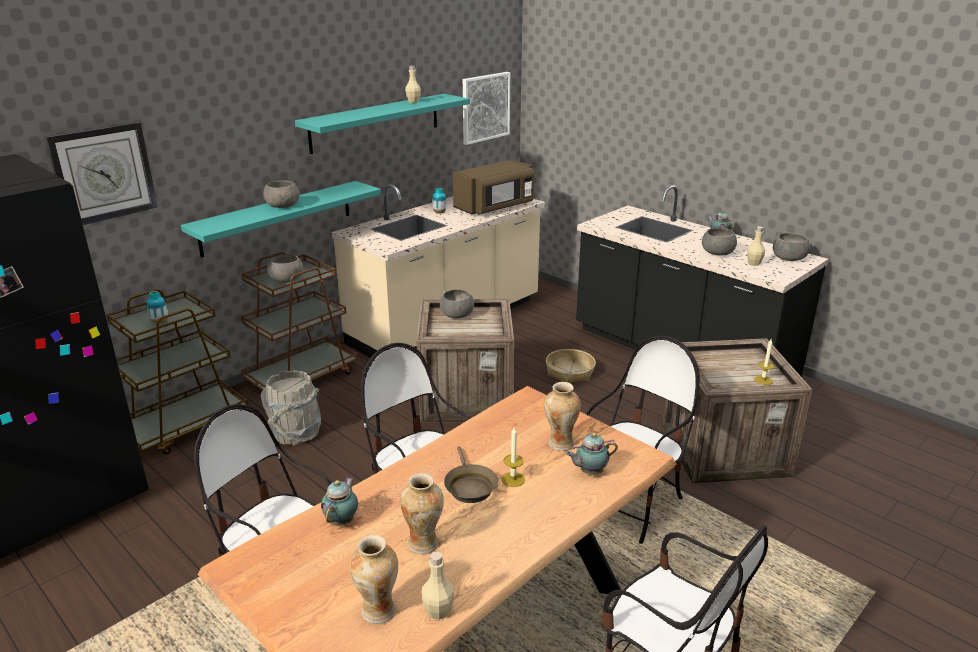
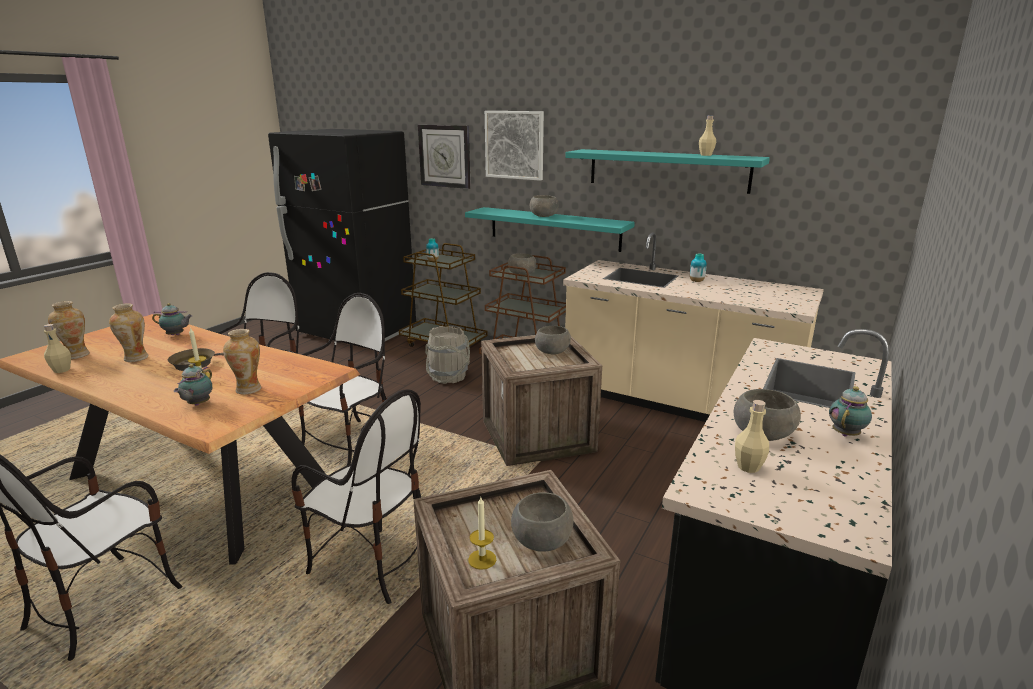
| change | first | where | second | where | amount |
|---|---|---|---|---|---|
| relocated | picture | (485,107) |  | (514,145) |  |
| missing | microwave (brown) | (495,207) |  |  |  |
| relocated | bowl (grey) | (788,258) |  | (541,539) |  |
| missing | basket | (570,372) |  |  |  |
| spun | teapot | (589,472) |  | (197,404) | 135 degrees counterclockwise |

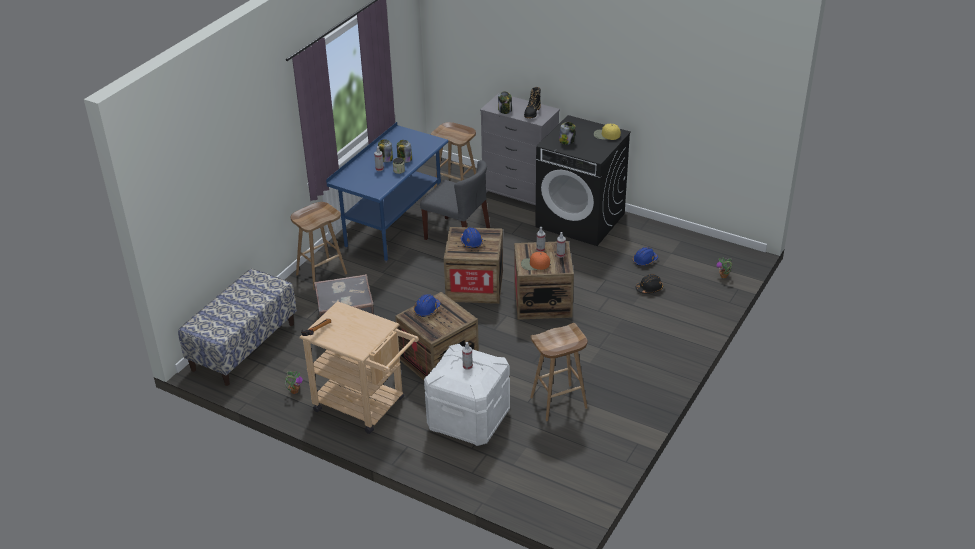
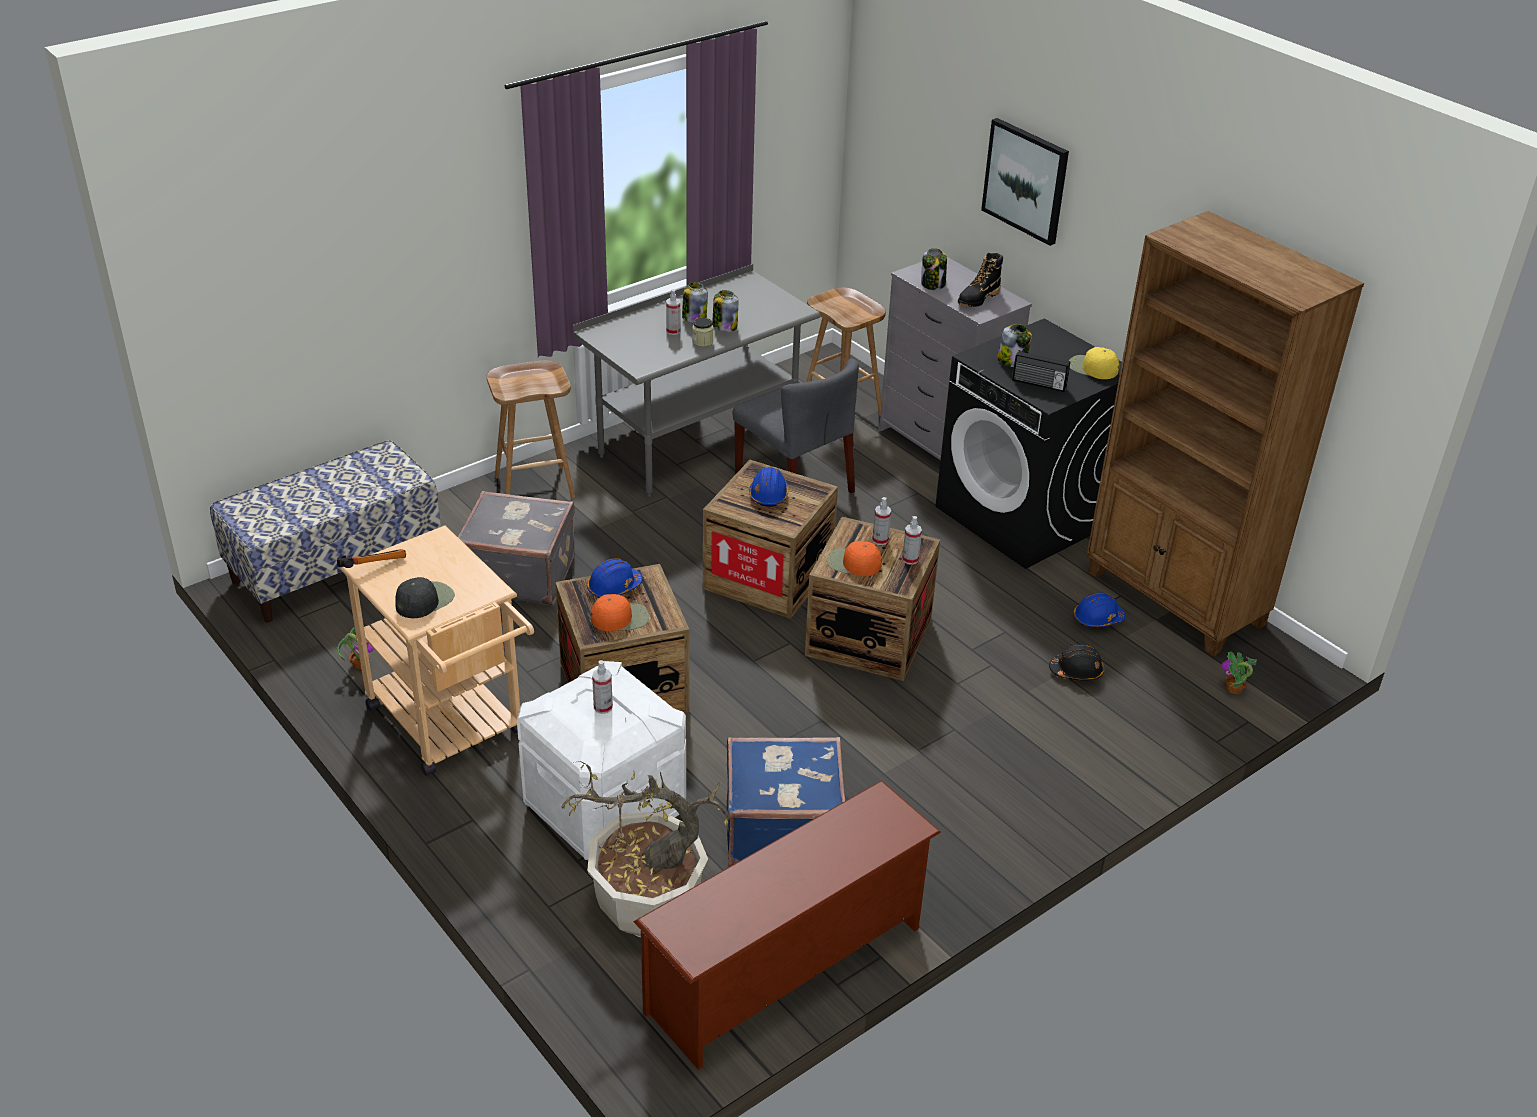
| change | first | where | second | where | amount |
|---|---|---|---|---|---|
| colour | desk (blue) | (394,228) | desk (grey) | (697,446) |  |
| exchanged | stool (brown) | (558,403) | suitcase (blue) | (781,829) |  |
| appeared |  |  | picture | (1026,180) |  |
| appeared |  |  | bookcase (brown) | (1175,600) |  |
| appeared |  |  | radio | (1039,384) |  |
| appeared |  |  | cap (black) | (424,600) |  |
| appeared |  |  | cap (orange) | (620,618) |  |
| appeared |  |  | potted plant | (647,909) |  |
| appeared |  |  | shoe rack (brown) | (787,971) |  |

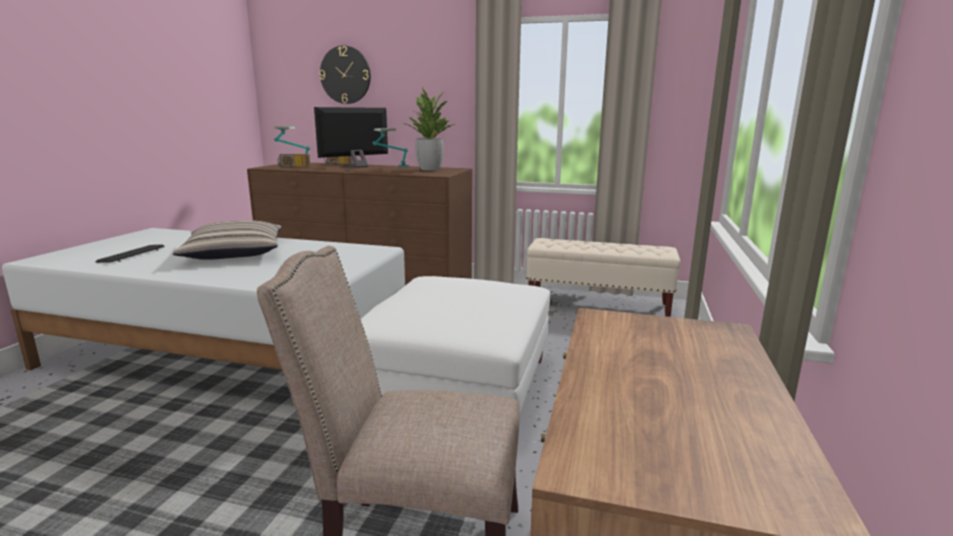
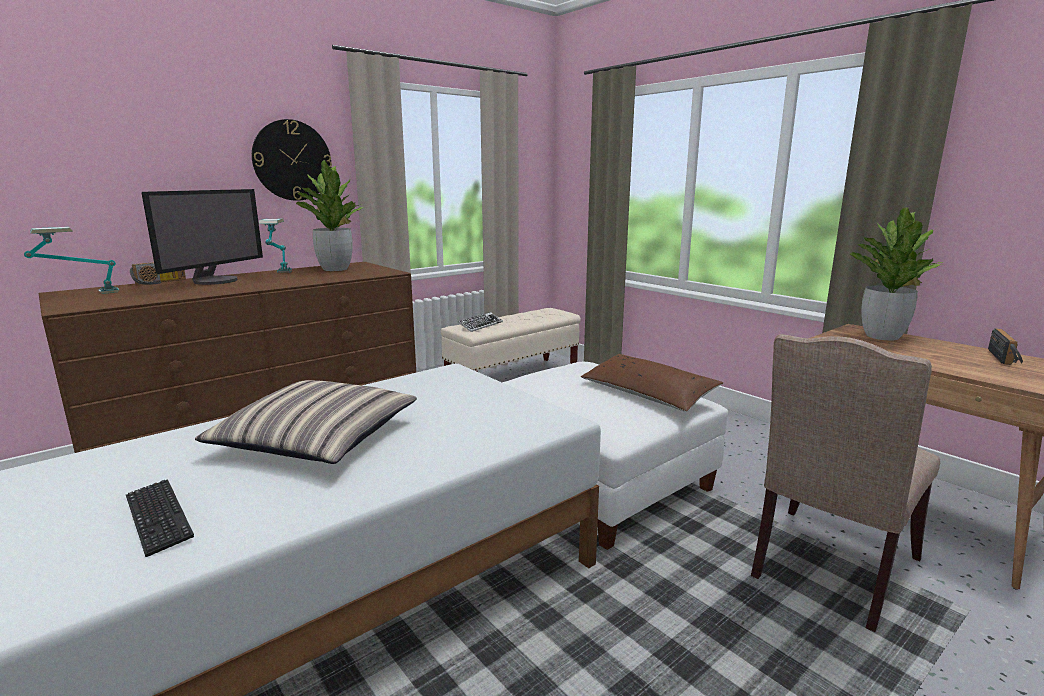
| change | first | where | second | where | amount |
|---|---|---|---|---|---|
| relocated | wall clock | (345,75) |  | (292,160) |  |
| spun | monitor | (355,166) |  | (215,281) | 150 degrees counterclockwise |
| relocated | radio | (294,167) |  | (1006,358) |  |
| appeared |  |  | potted plant | (882,336) |  |
| appeared |  |  | keyboard | (480,325) |  |
| appeared |  |  | pillow (brown) | (647,394) |  |

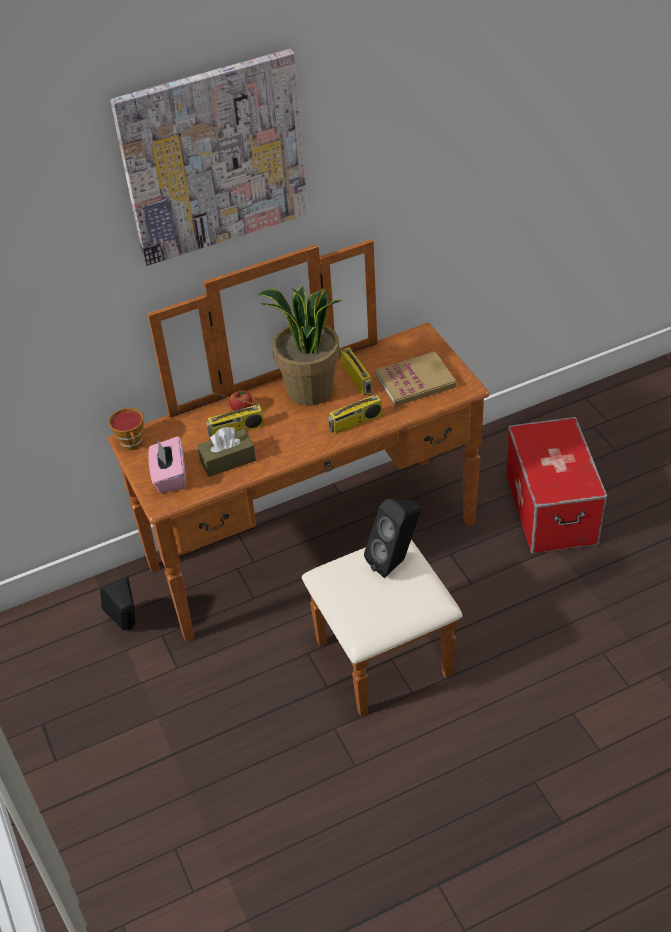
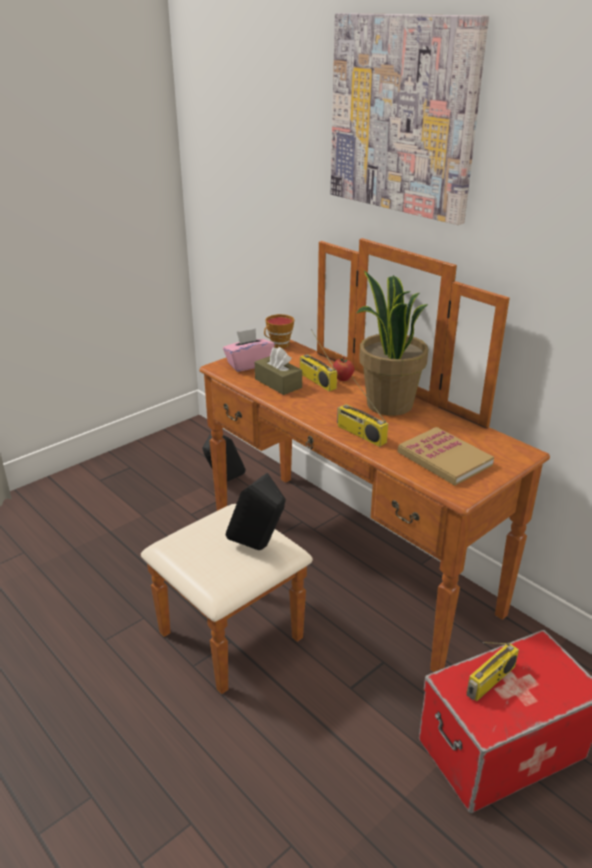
| change | first | where | second | where | amount |
|---|---|---|---|---|---|
| relocated | radio | (357,379) |  | (491,681) |  |

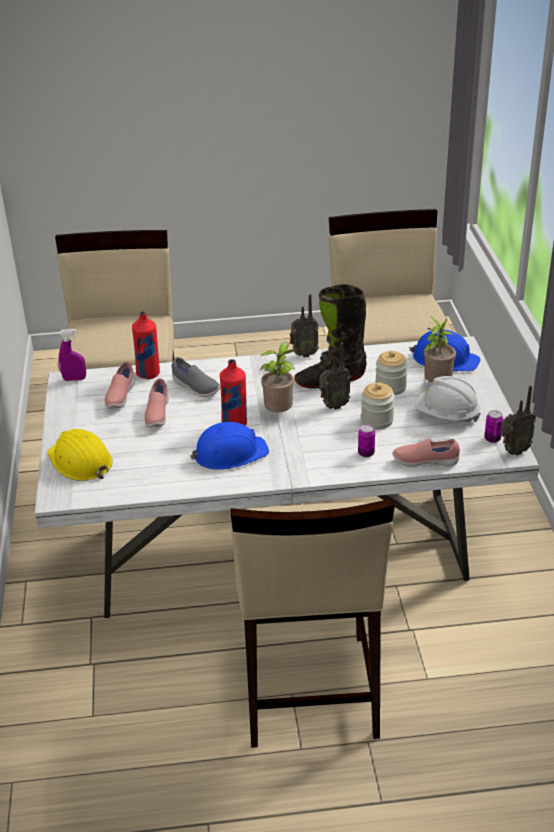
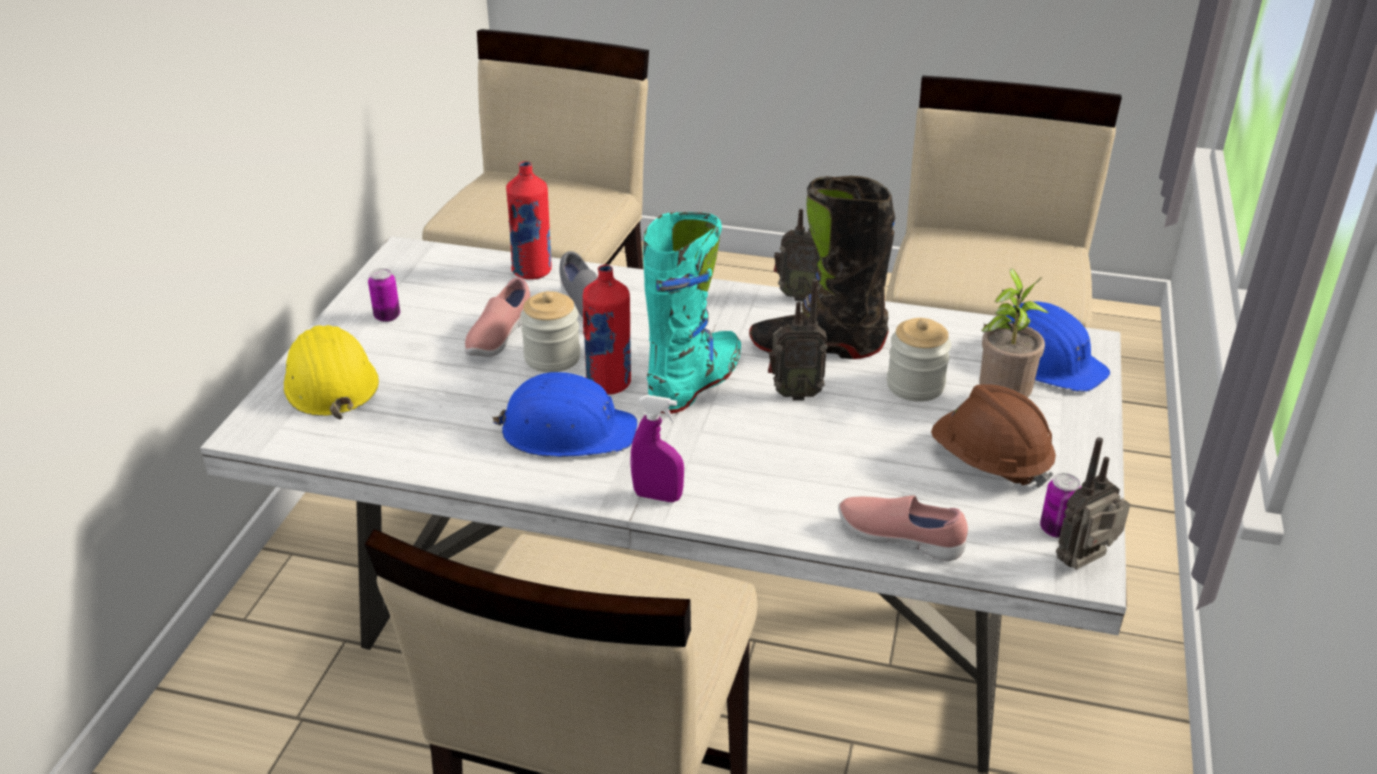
| change | first | where | second | where | amount |
|---|---|---|---|---|---|
| relocated | spray bottle (purple) | (74,379) |  | (657,496) |  |
| exchanged | potted plant | (280,413) | boot (turquoise) | (695,383) |  |
| missing | shoe (pink) | (120,397) |  |  |  |
| colour | hard hat (white) | (446,416) | hard hat (brown) | (989,462) |  |
| relocated | jar | (377,420) |  | (552,358) |  |
| spun | radio | (513,451) |  | (1086,565) | 150 degrees clockwise |
| relocated | can | (366,453) |  | (387,316) |  |

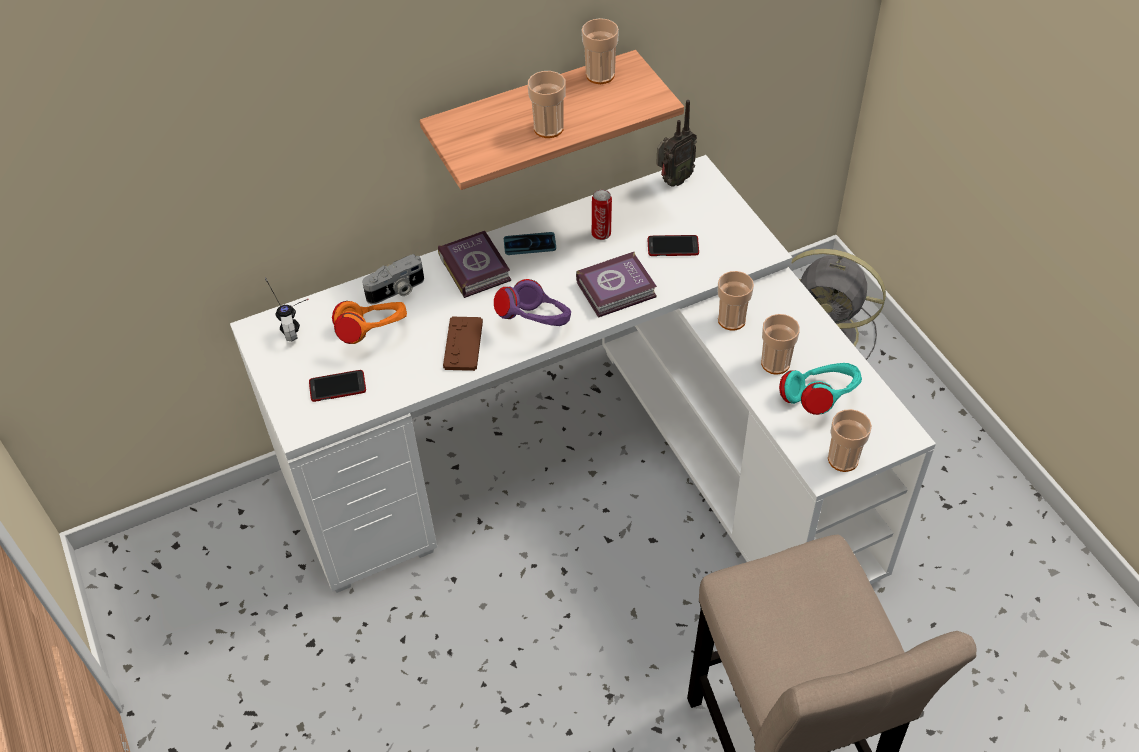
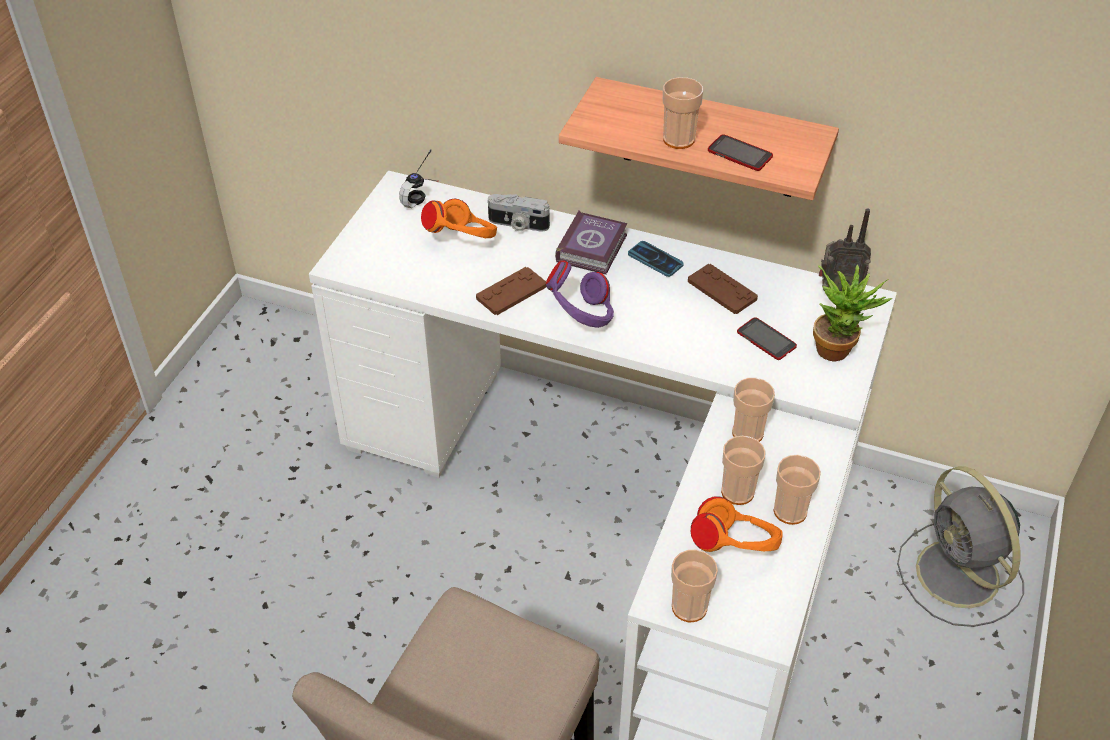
| change | first | where | second | where | amount |
|---|---|---|---|---|---|
| relocated | cup | (600,75) |  | (790,511) |  |
| exchanged | can | (601,233) | game controller (brown) | (722,290) |  |
| missing | book | (618,290) |  |  |  |
| colour | headphones (turquoise) | (819,400) | headphones (orange) | (734,548) |  |
| relocated | phone | (337,387) |  | (739,154) |  |
| appeared |  |  | potted plant | (839,348) |  |

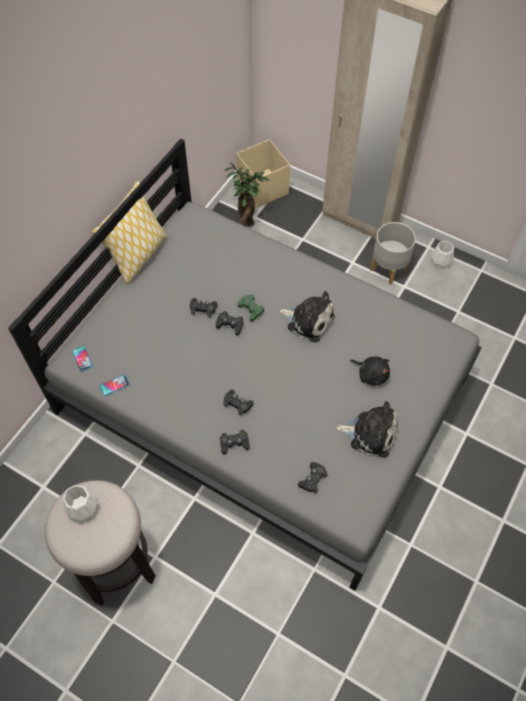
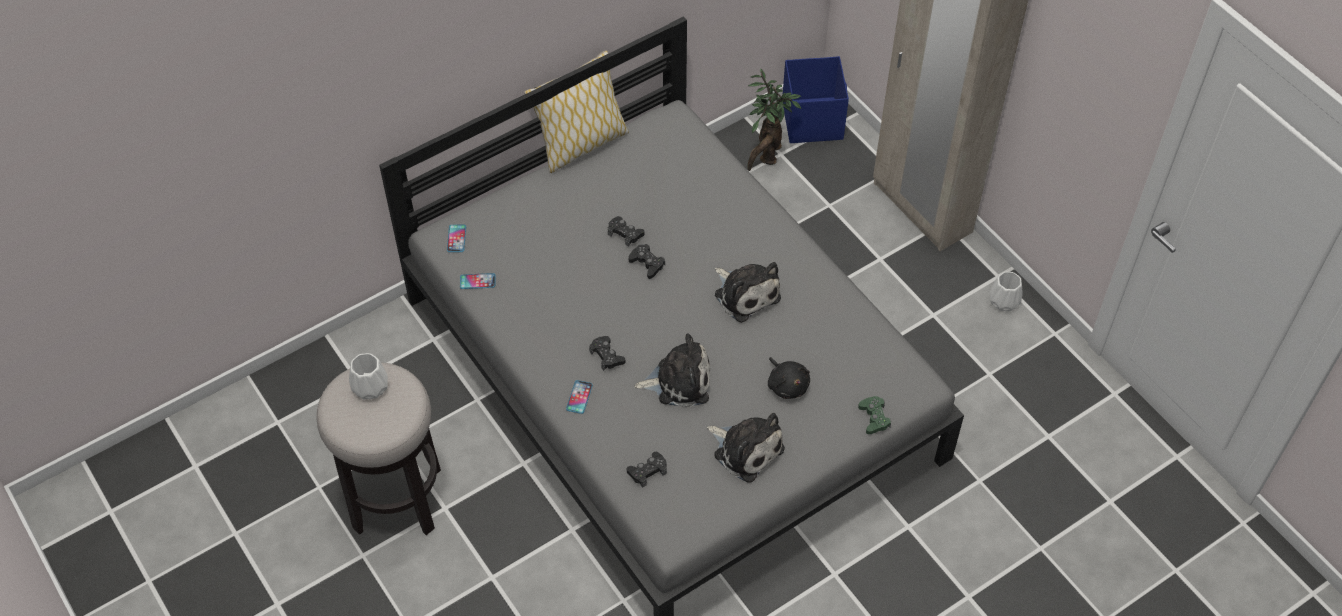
| change | first | where | second | where | amount |
|---|---|---|---|---|---|
| colour | storage box (beige) | (263,188) | storage box (blue) | (812,120) |  |
| missing | planter (grey) | (388,269) |  |  |  |
| relocated | game controller (green) | (251,309) |  | (874,418) |  |
| exchanged | game controller (black) | (234,443) | phone | (579,397) |  |
| appeared |  |  | plush toy | (679,381) |  |

